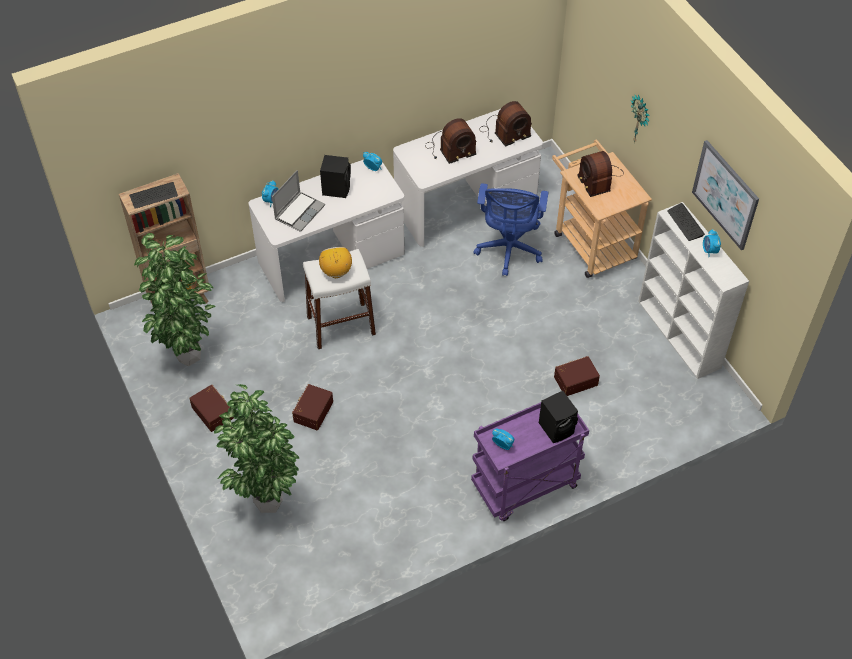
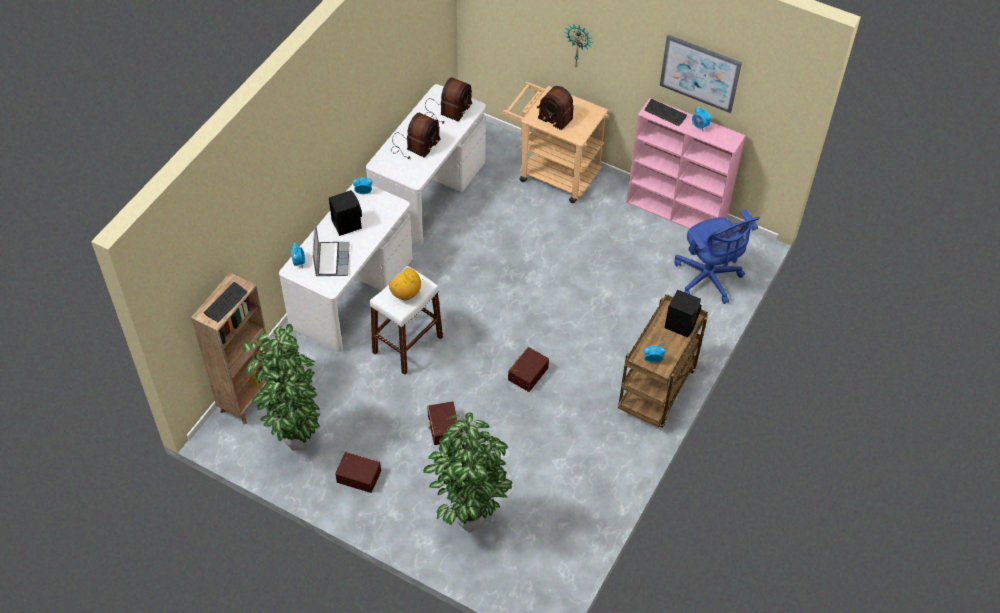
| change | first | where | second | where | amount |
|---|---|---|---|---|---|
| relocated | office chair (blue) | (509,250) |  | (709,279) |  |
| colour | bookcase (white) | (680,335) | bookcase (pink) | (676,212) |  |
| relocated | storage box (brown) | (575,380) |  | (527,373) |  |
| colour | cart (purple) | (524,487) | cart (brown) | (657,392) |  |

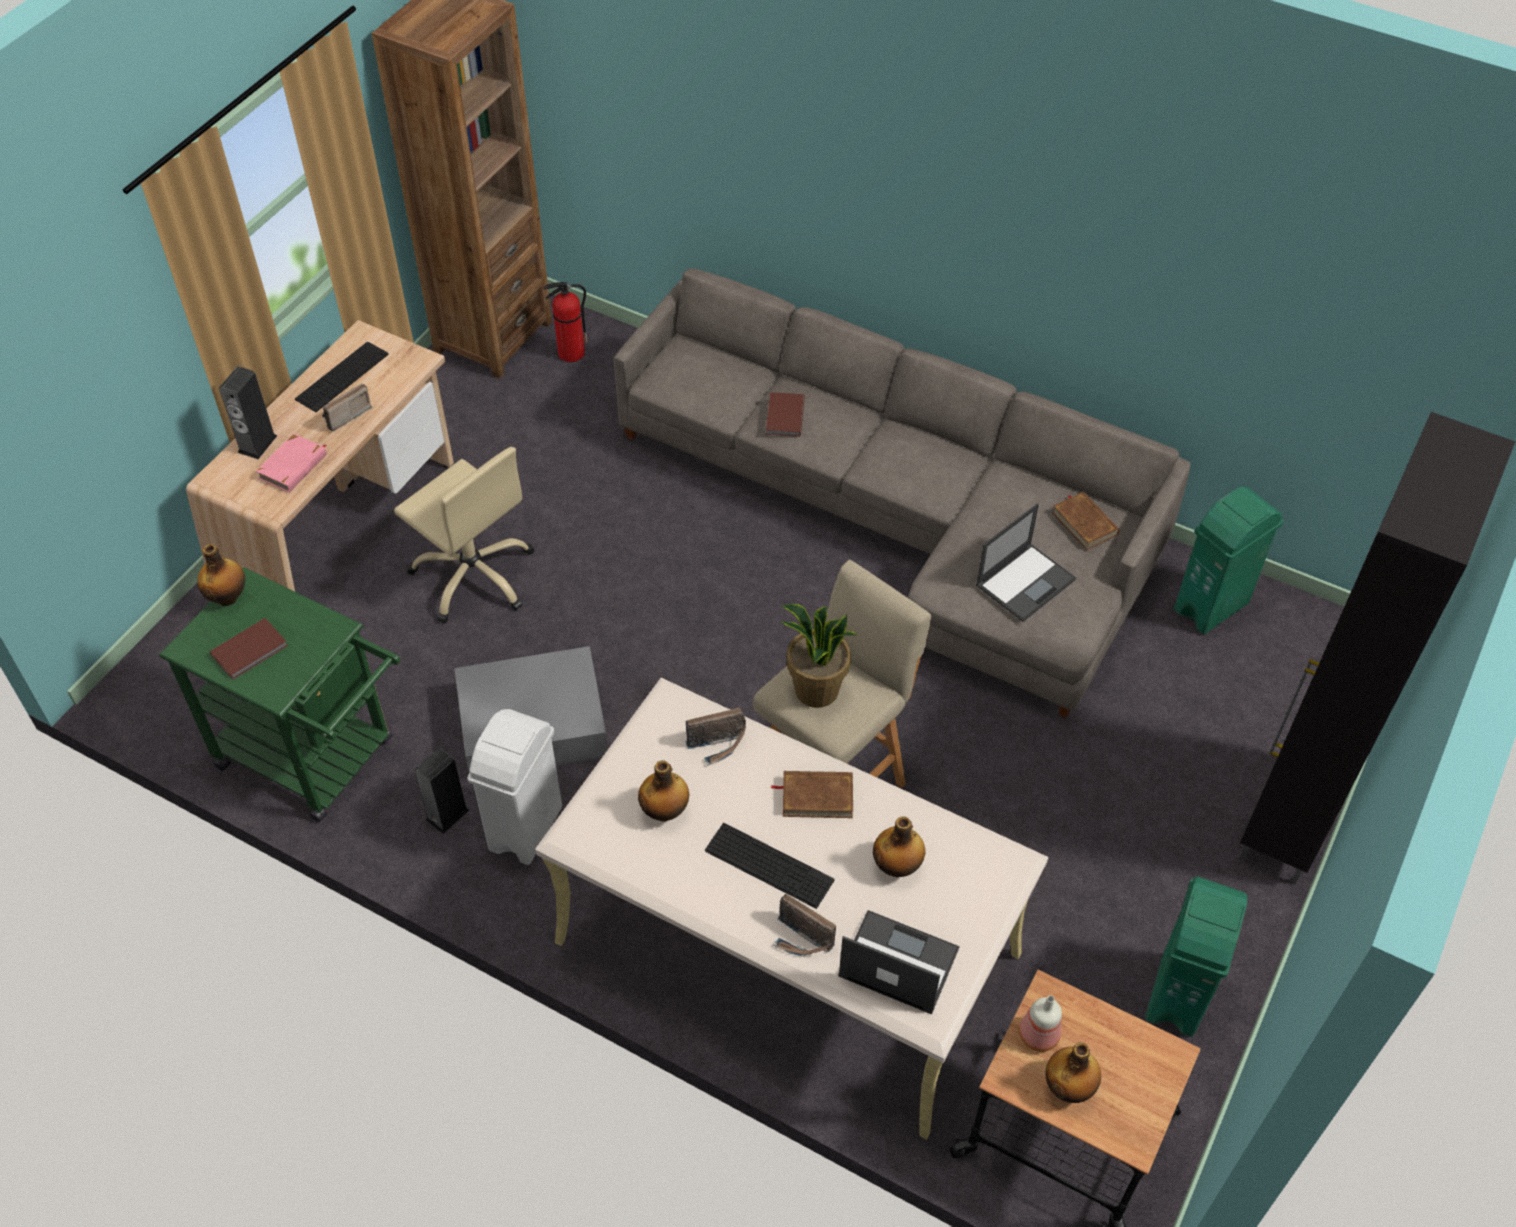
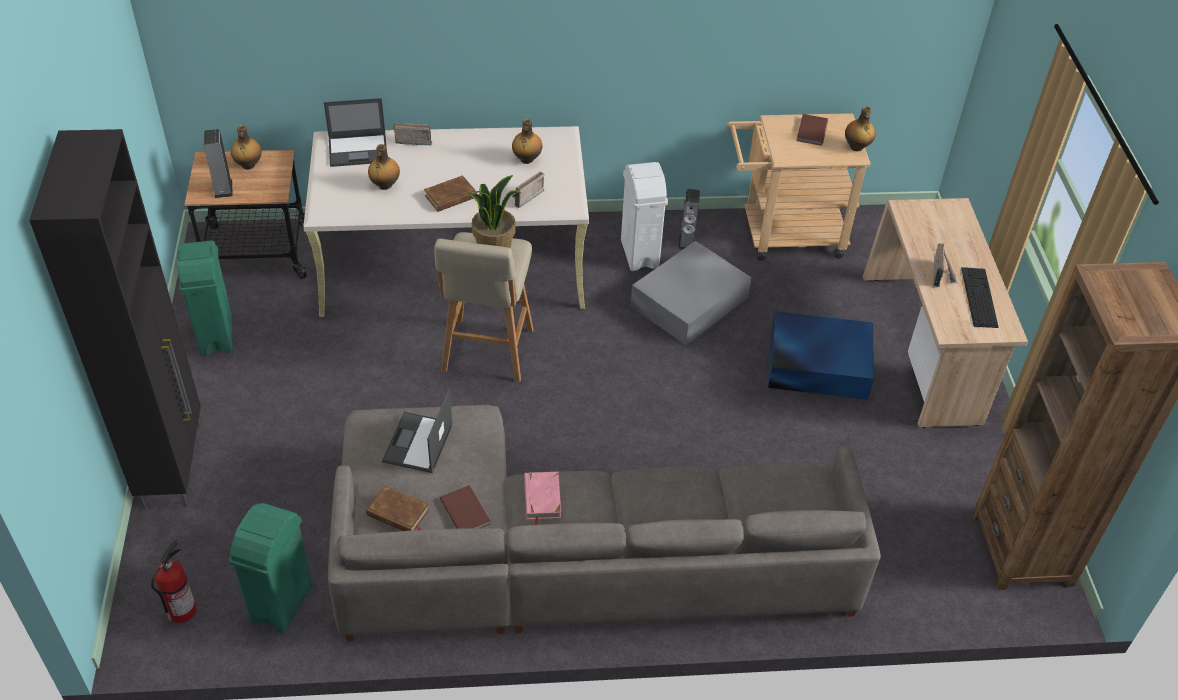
| change | first | where | second | where | amount |
|---|---|---|---|---|---|
| relocated | fire extinguisher | (570,353) |  | (182,610) |  |
| relocated | speaker | (257,444) |  | (223,189) |  |
| relocated | book (brown) | (783,416) |  | (466,511) |  |
| relocated | book (pink) | (293,466) |  | (542,498) |  |
| exchanged | office chair (beige) | (474,575) | storage box (blue) | (816,364) |  |
| colour | cart (green) | (317,758) | cart (beige) | (783,235) |  |
| missing | keyboard | (769,865) |  |  |  |
| missing | bottle | (1037,1035) |  |  |  |

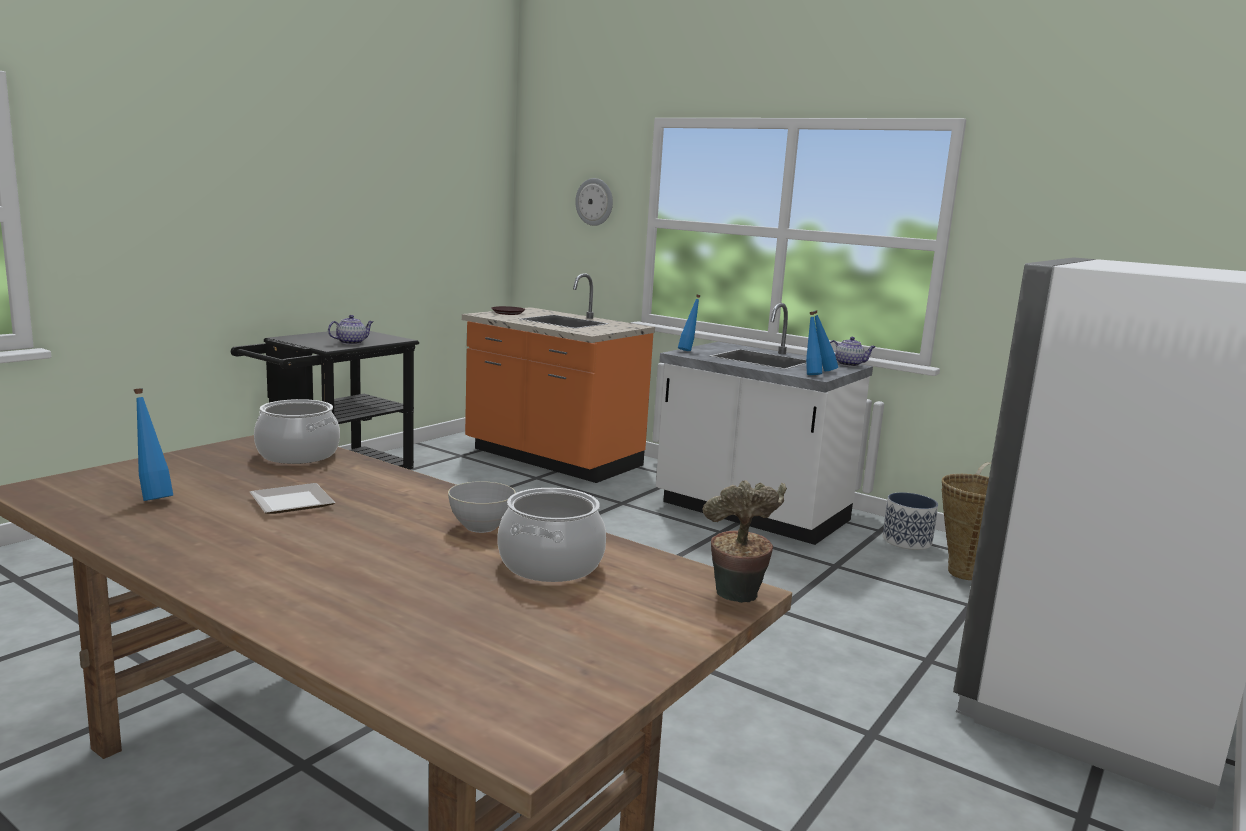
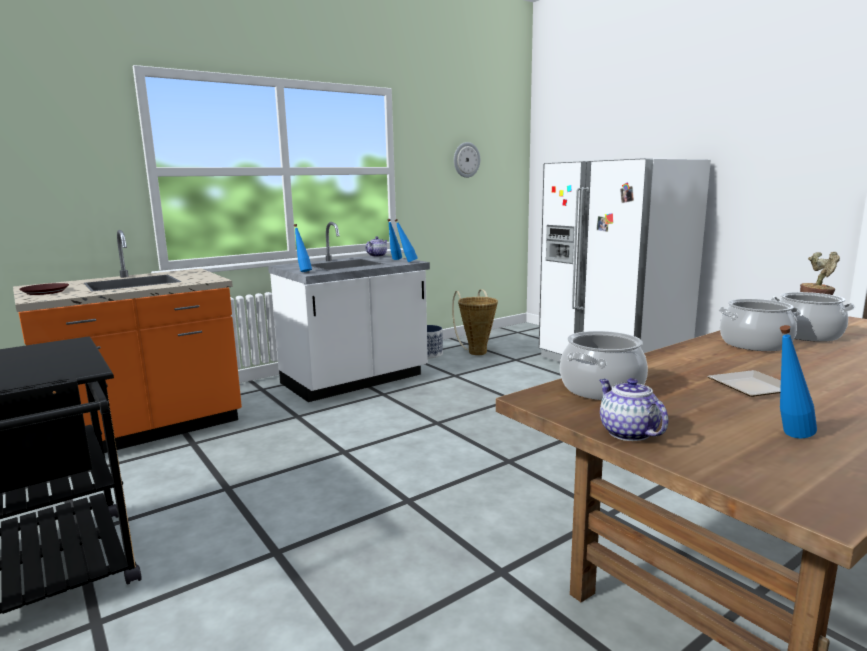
| change | first | where | second | where | amount |
|---|---|---|---|---|---|
| relocated | wall clock | (594,202) |  | (466,160) |  |
| relocated | teapot | (351,343) |  | (627,432) |  |
| exchanged | bowl (grey) | (481,527) | cooking pot | (755,344) |  |

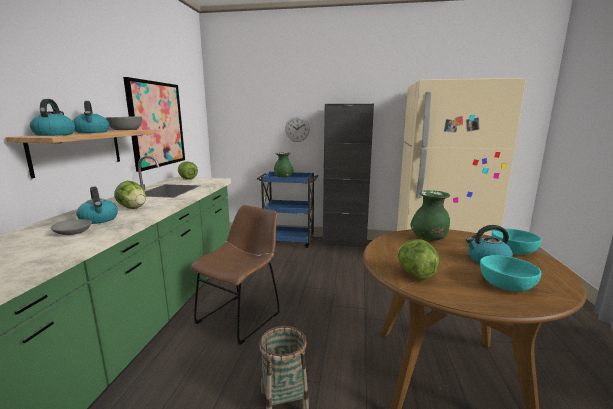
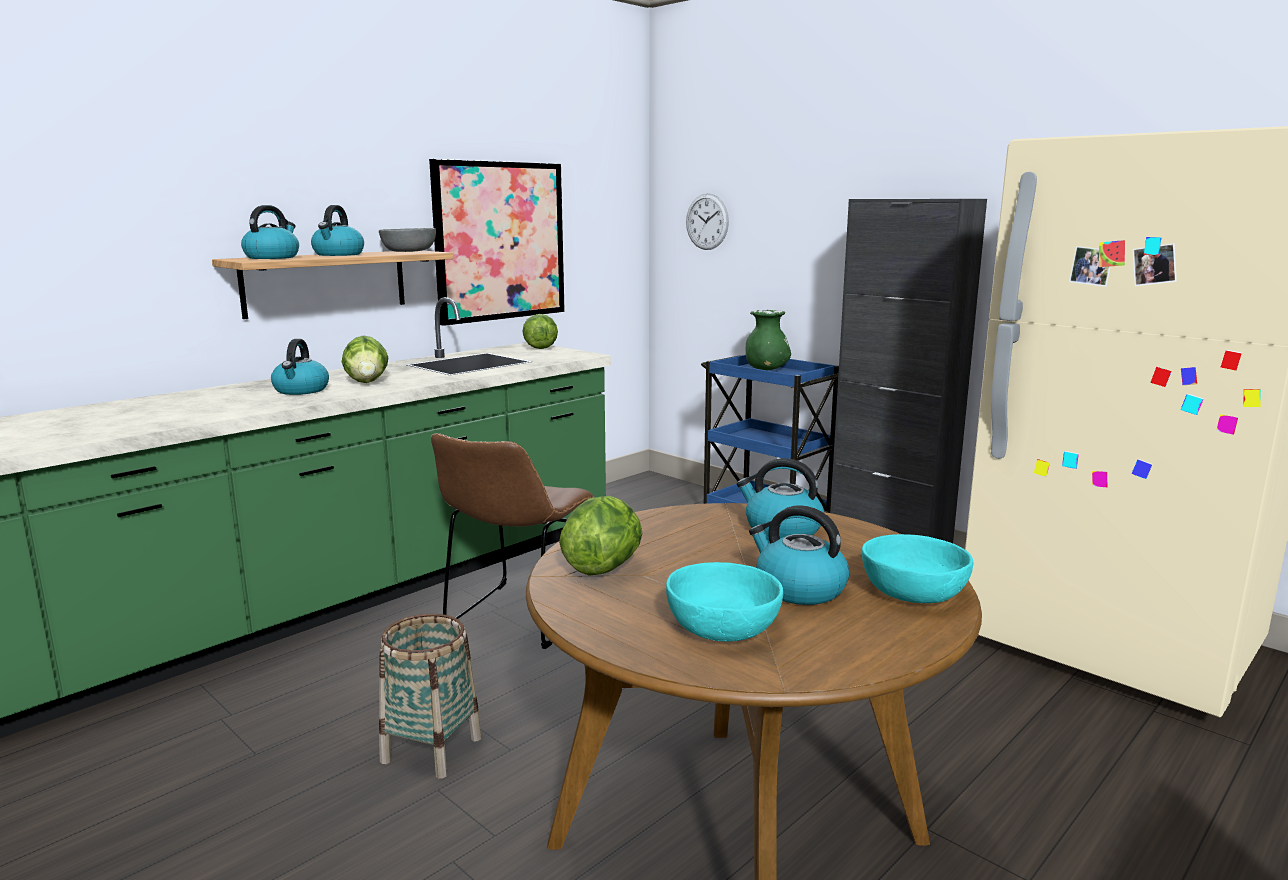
| change | first | where | second | where | amount |
|---|---|---|---|---|---|
| relocated | wall clock | (297,129) |  | (707,221) |  |
| exchanged | vase (green) | (429,239) | kettle | (781,529) |  |
| spun | chair (brown) | (241,316) |  | (518,618) | 135 degrees clockwise |
| missing | bowl (grey) | (73,232) |  |  |  |

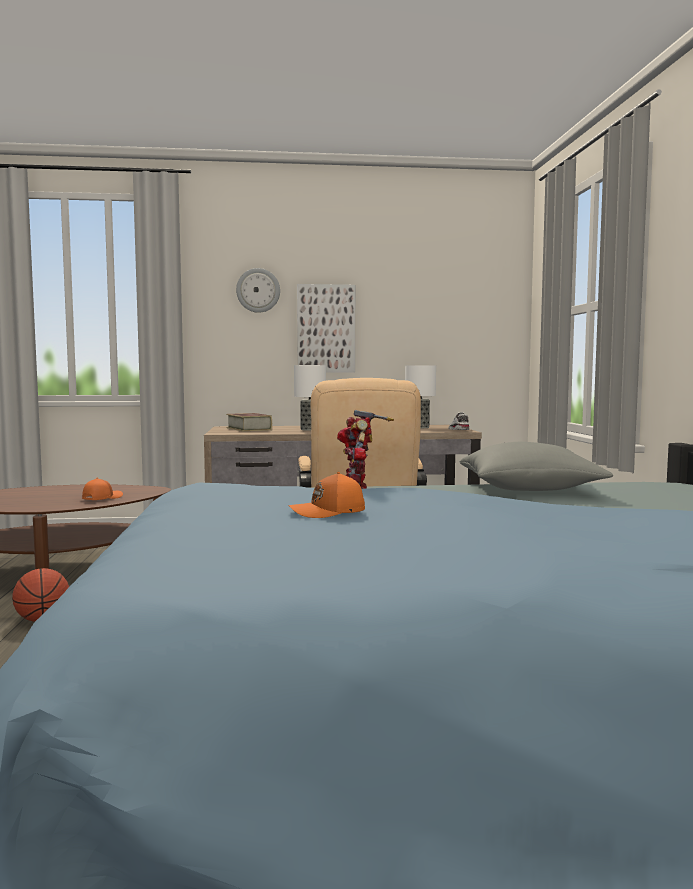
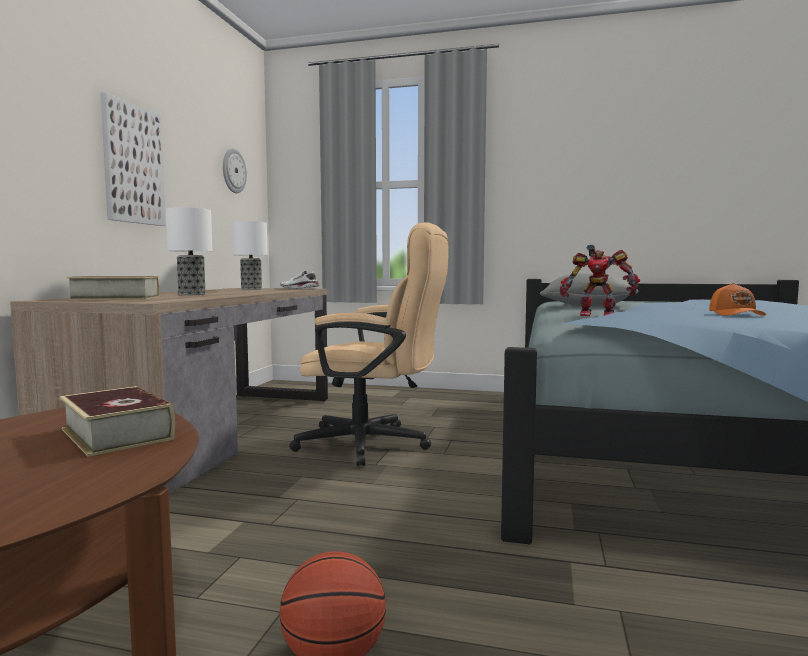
| change | first | where | second | where | amount |
|---|---|---|---|---|---|
| relocated | wall clock | (258,290) |  | (233,171) |  |
| exchanged | cap (orange) | (101,498) | book | (117,434) |  |

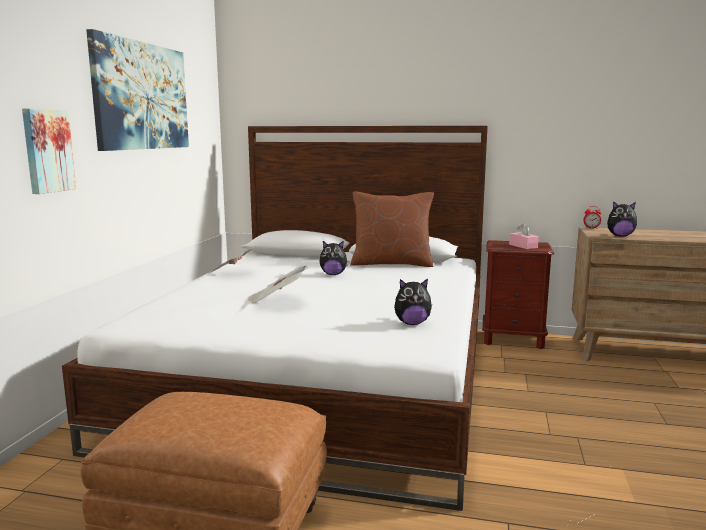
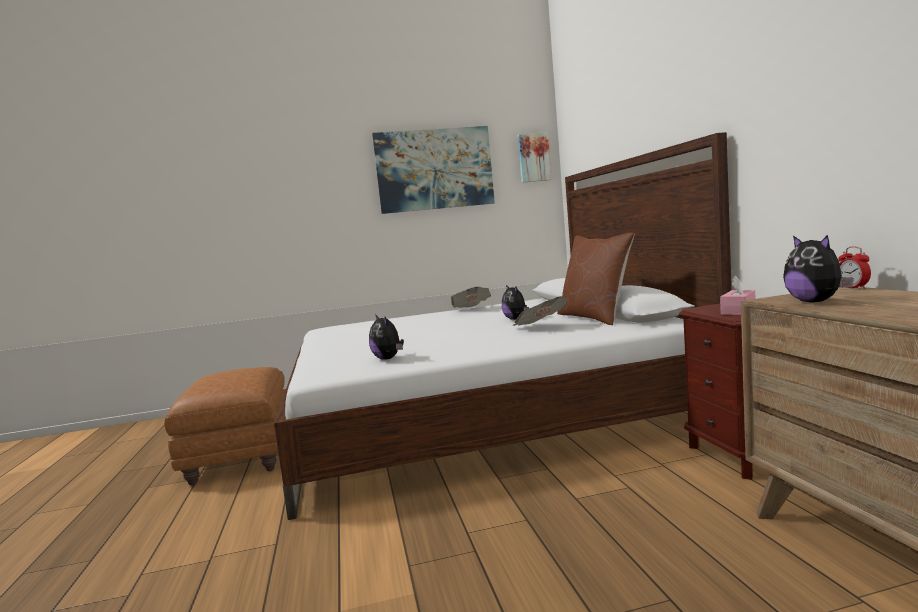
| change | first | where | second | where | amount |
|---|---|---|---|---|---|
| relocated | picture | (47,151) |  | (533,157) |  |
| relocated | newspaper | (276,300) |  | (541,327) |  |

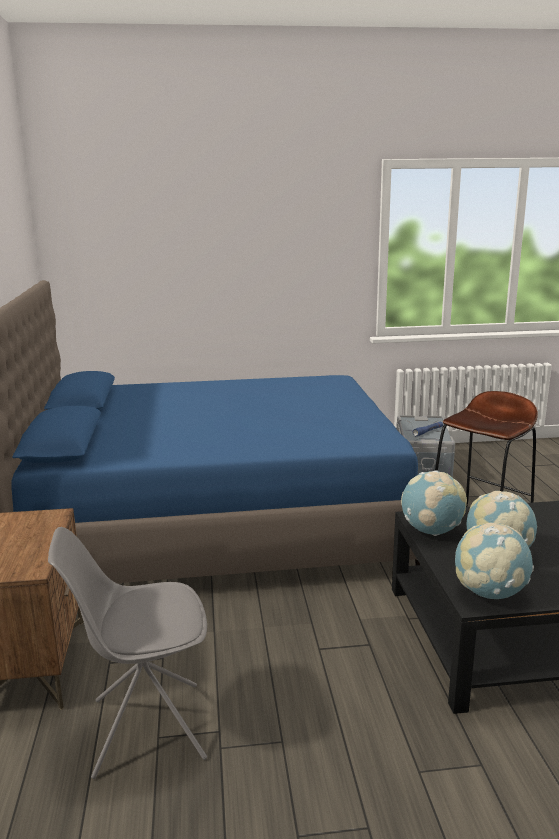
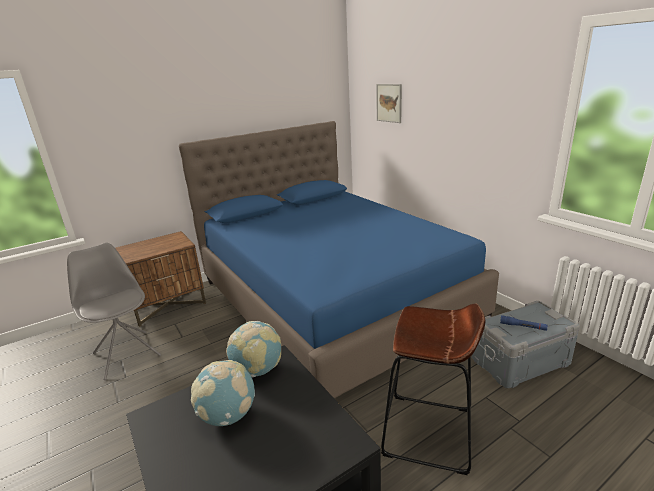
| change | first | where | second | where | amount |
|---|---|---|---|---|---|
| missing | globe | (489,593) |  |  |  |
| appeared |  |  | picture | (389,103) |  |

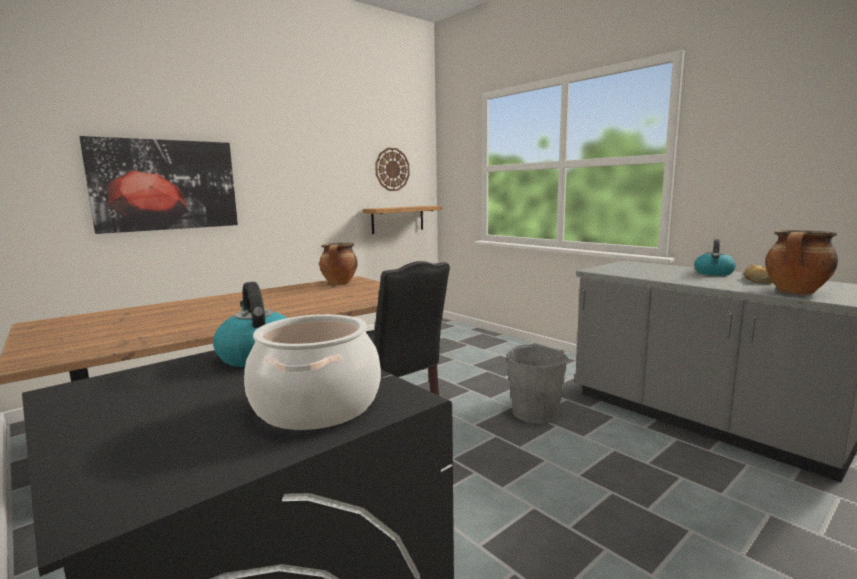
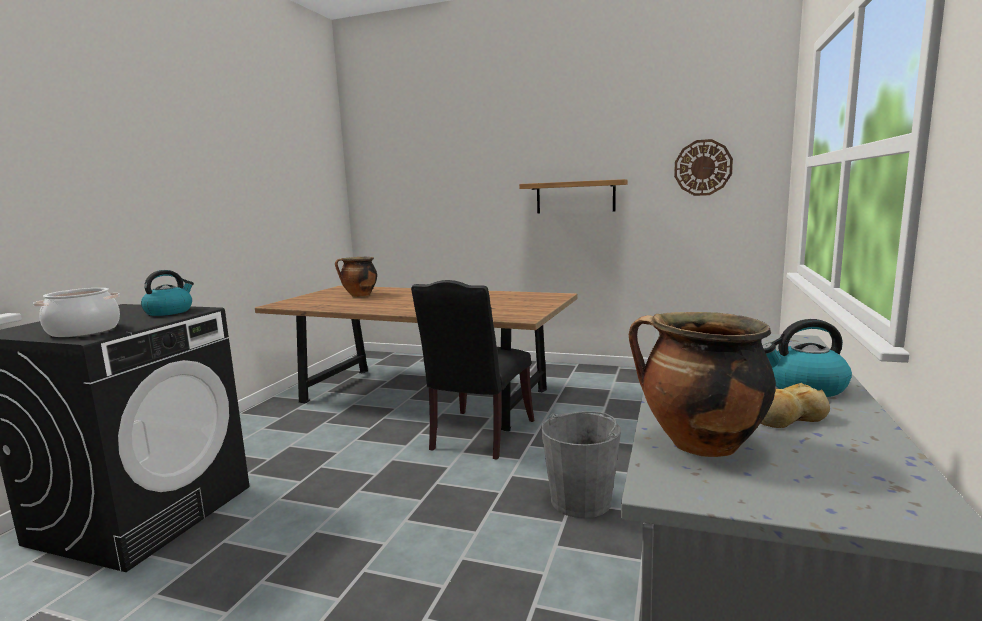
| change | first | where | second | where | amount |
|---|---|---|---|---|---|
| missing | picture | (166,185) |  |  |  |
| relocated | shelf | (398,219) |  | (575,197) |  |
| relocated | cooking pot | (340,283) |  | (359,295) |  |

